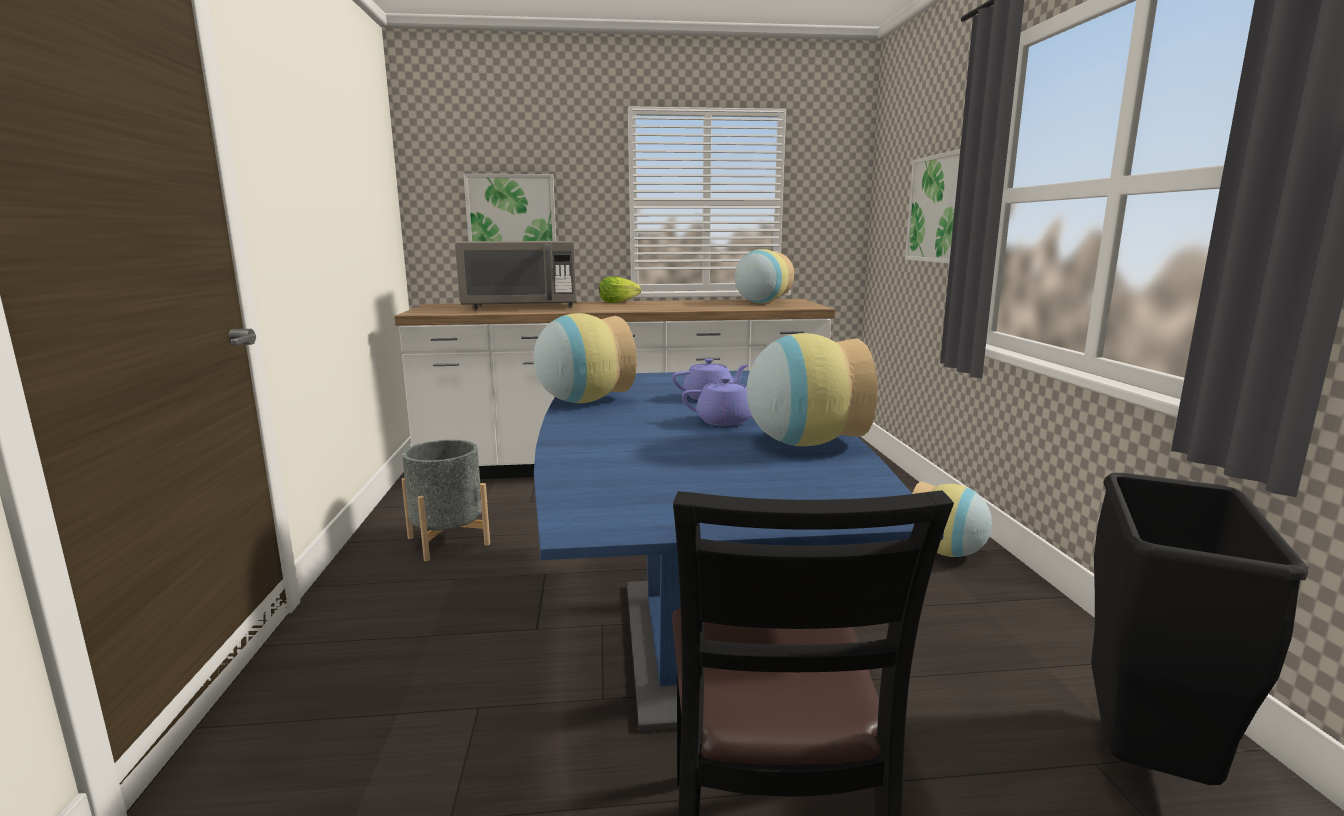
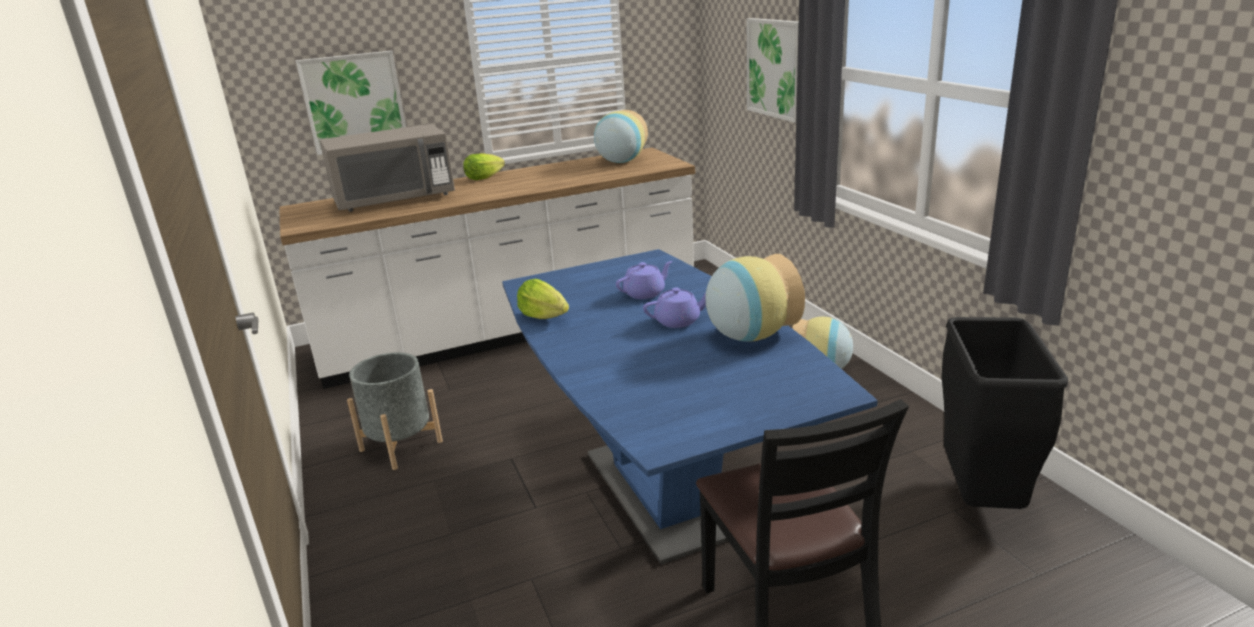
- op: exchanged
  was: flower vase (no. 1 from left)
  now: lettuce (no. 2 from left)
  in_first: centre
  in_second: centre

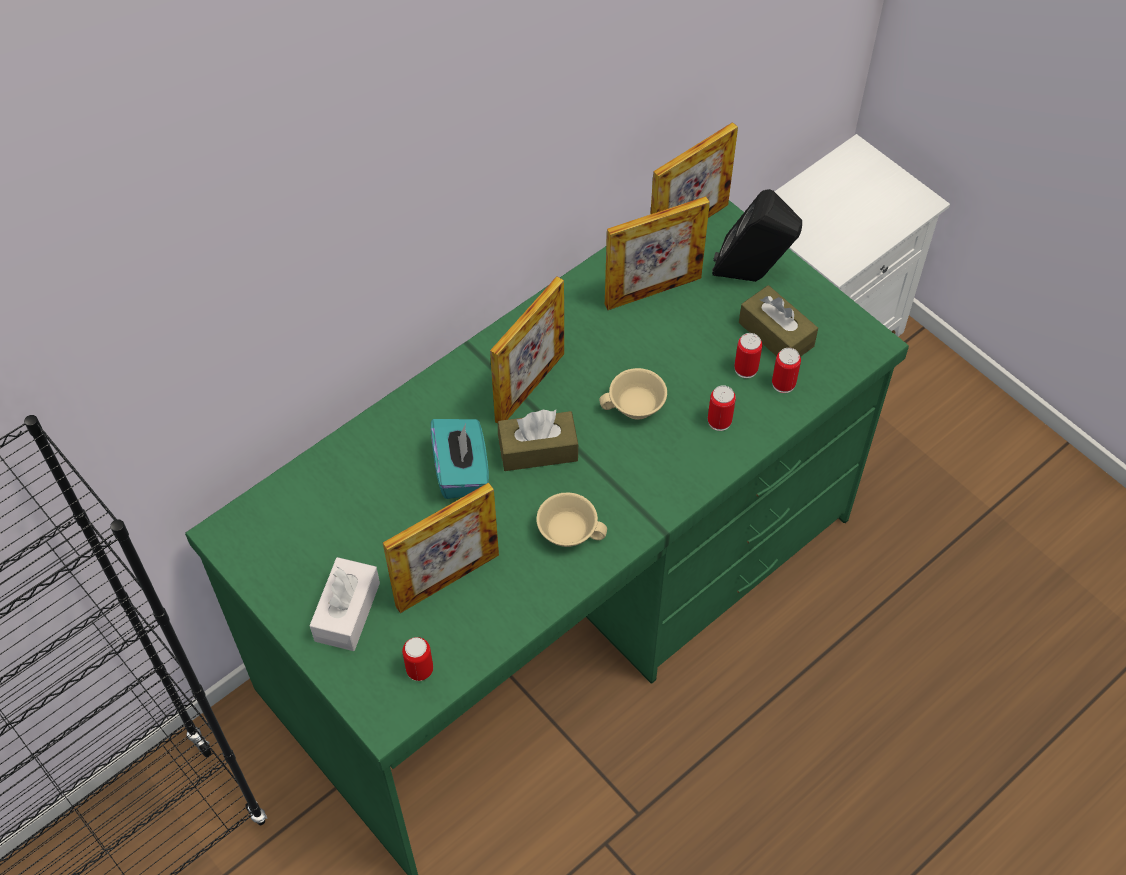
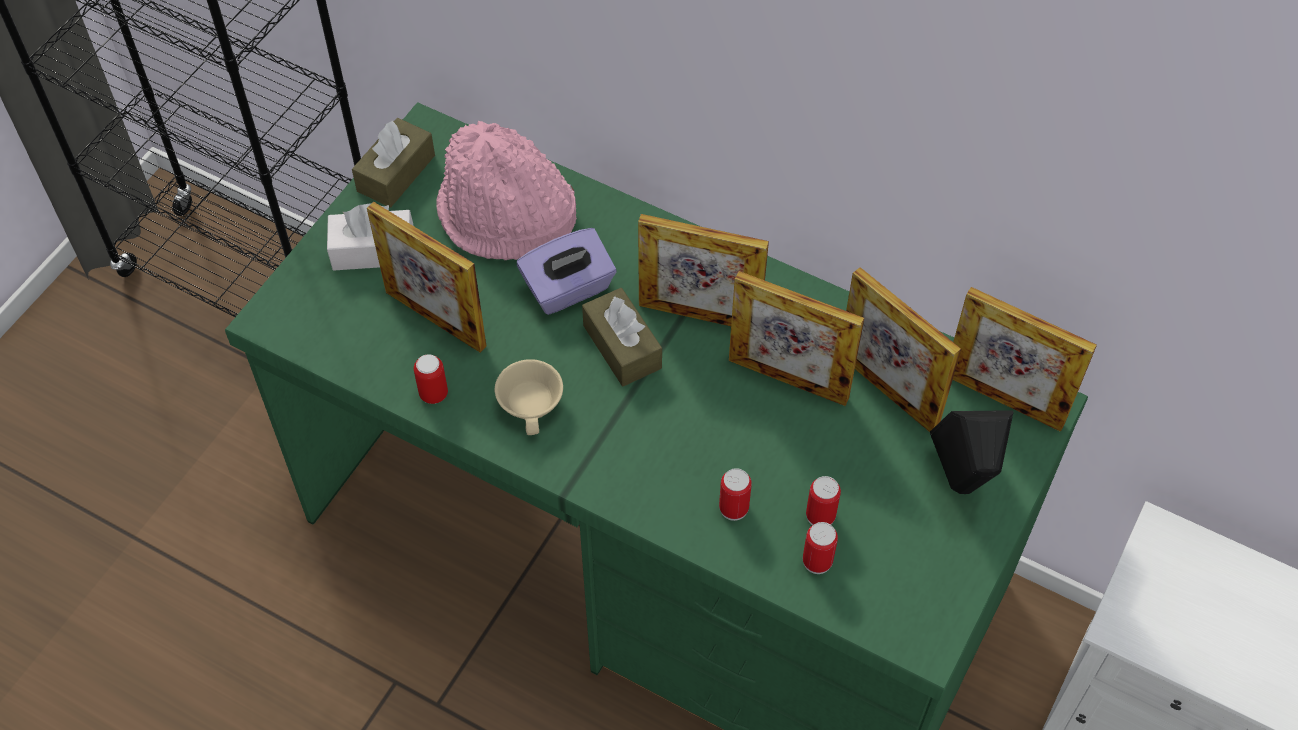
- op: relocated
  was: sealed can (no. 1 from left)
  in_first: bottom centre
  in_second: middle left
- op: colour
  was: turquoise-coloured box of tissues
  now: purple-coloured box of tissues
  in_first: centre
  in_second: centre
- op: missing
  was: beige drinking cup (no. 2 from left)
  in_first: centre
- op: relocated
  was: brownish box of tissues (no. 2 from left in the first image)
  now: brownish box of tissues (no. 1 from left)
  in_first: middle right
  in_second: top left
- op: appeared
  now: pink wearable hat
  in_second: top centre
- op: appeared
  now: photo frame (no. 3 from left)
  in_second: centre

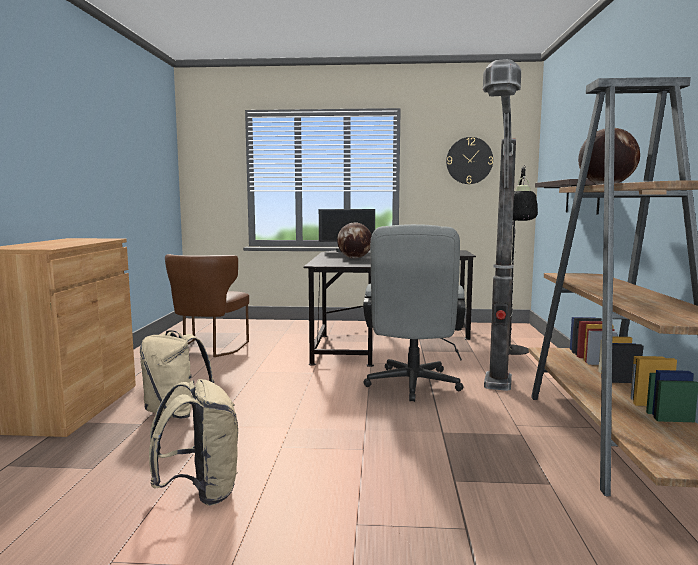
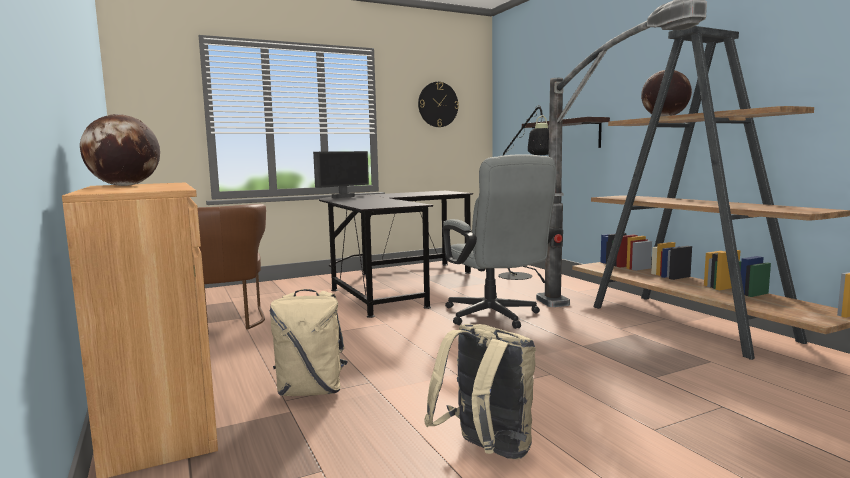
- op: relocated
  was: world globe (no. 1 from left)
  in_first: centre
  in_second: top left

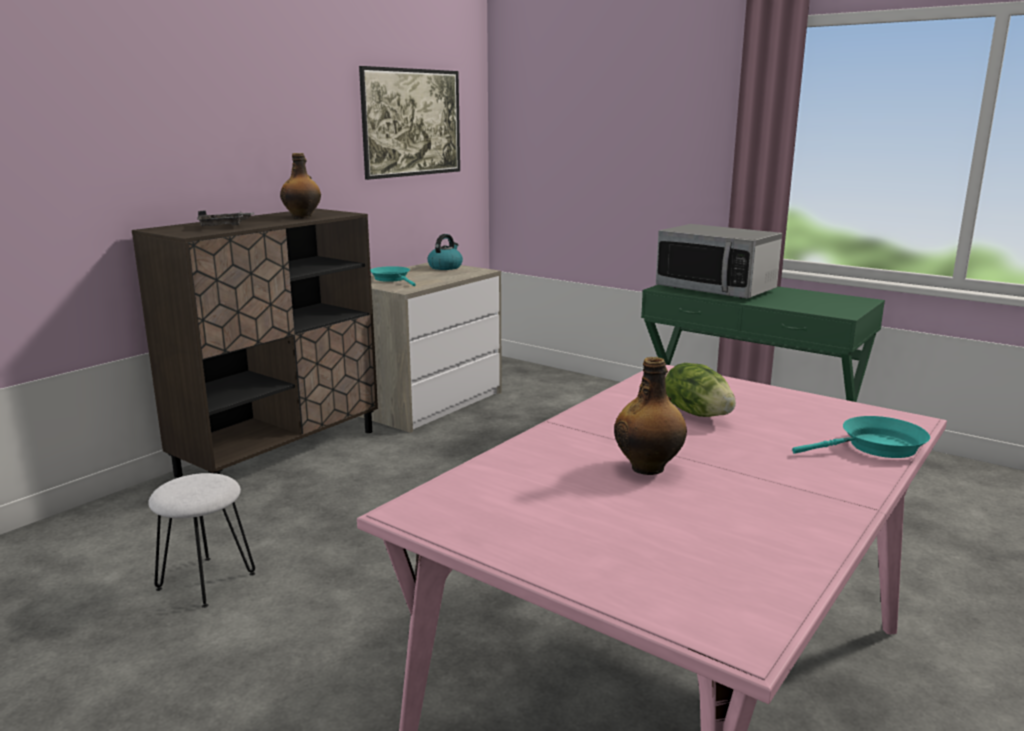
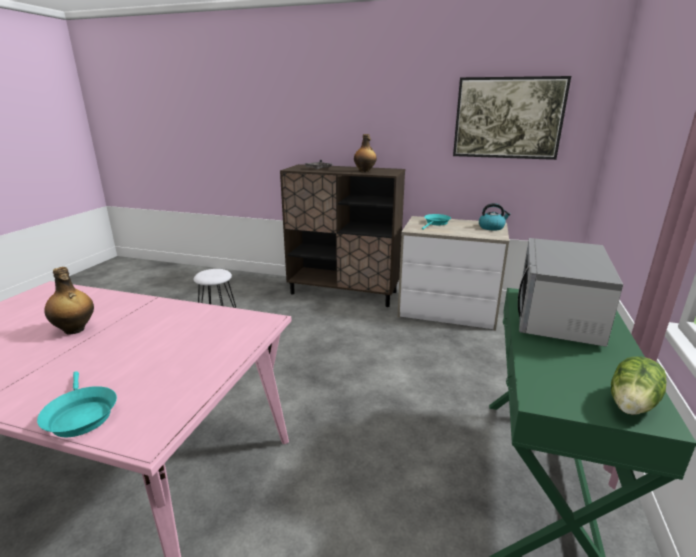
- op: relocated
  was: lettuce
  in_first: middle right
  in_second: bottom right

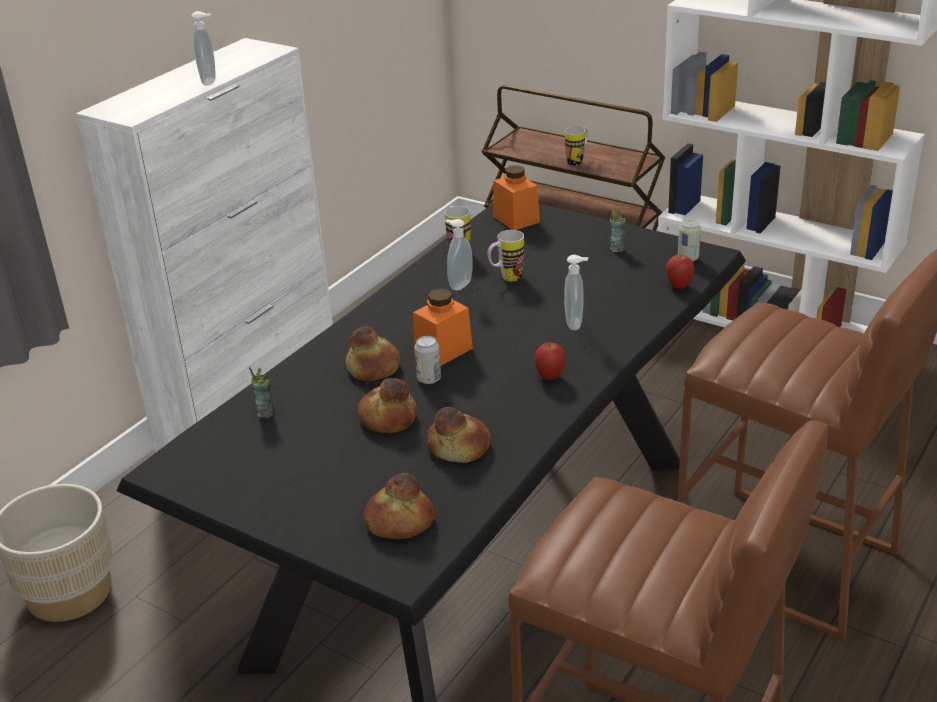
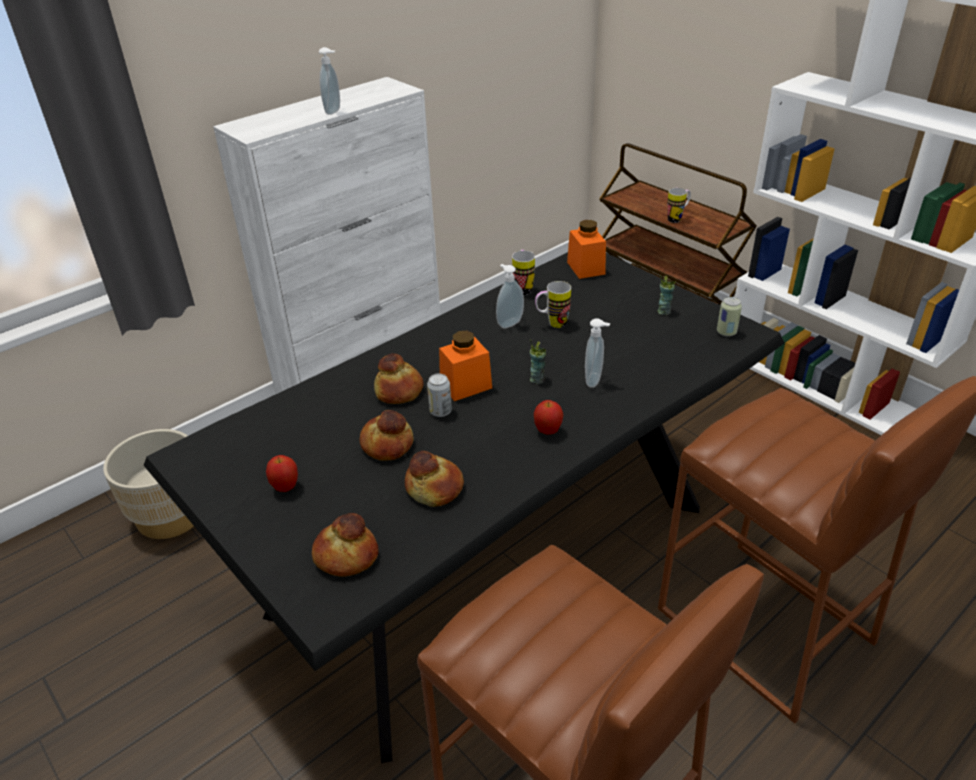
- op: relocated
  was: drinking cup (no. 1 from left)
  in_first: middle left
  in_second: centre
- op: relocated
  was: apple (no. 2 from left in the first image)
  now: apple (no. 1 from left)
  in_first: middle right
  in_second: middle left

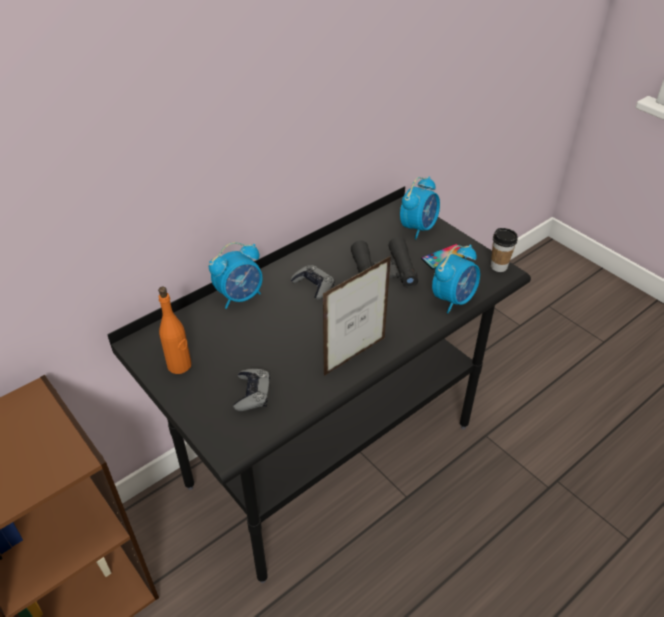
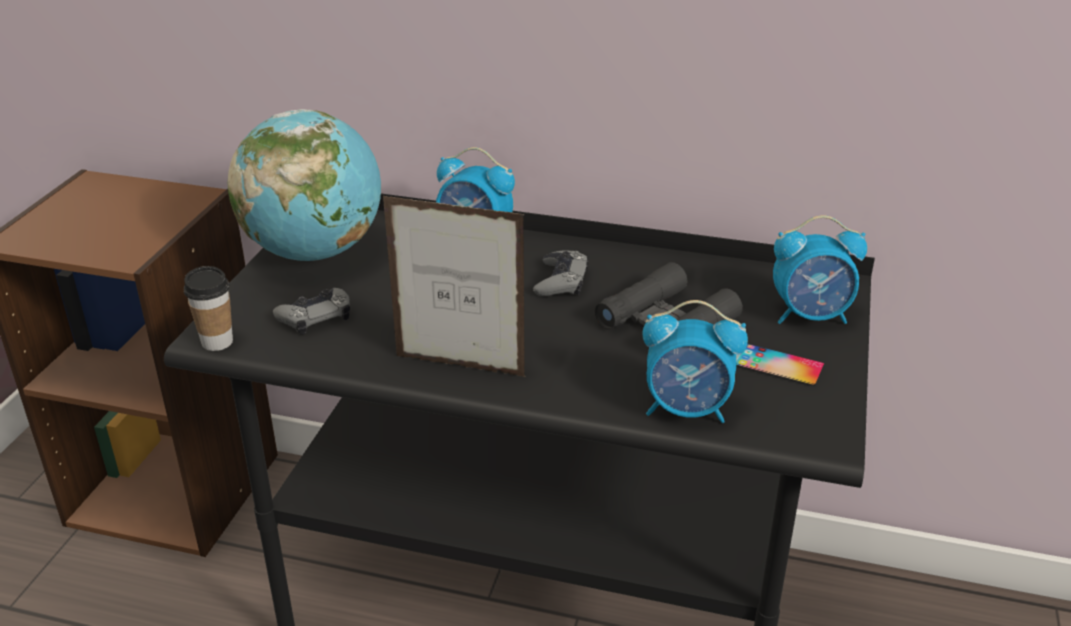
- op: exchanged
  was: orangey beverage bottle
  now: world globe
  in_first: middle left
  in_second: top left
- op: relocated
  was: drinking cup
  in_first: middle right
  in_second: middle left

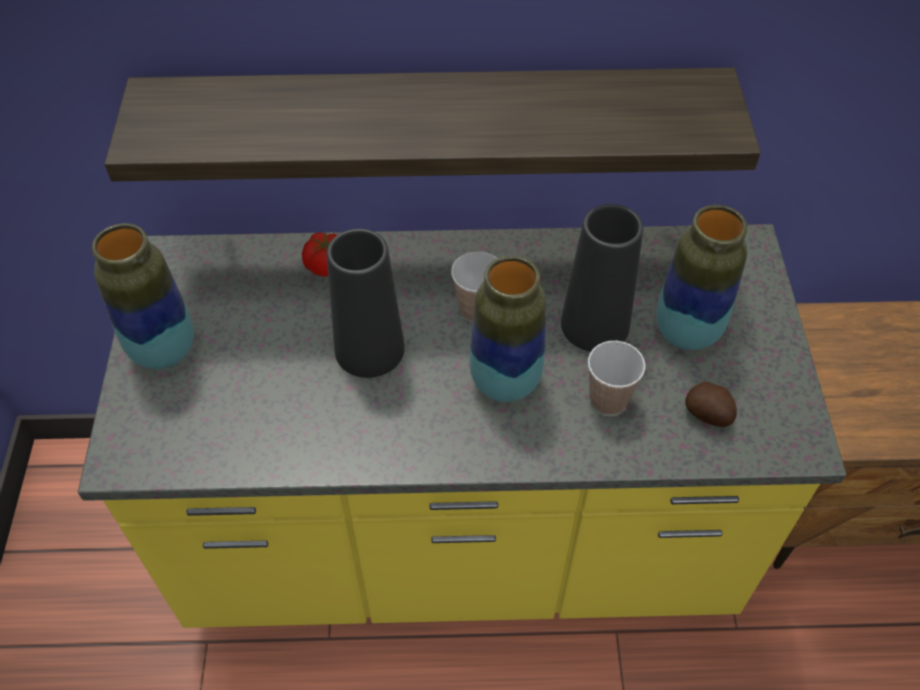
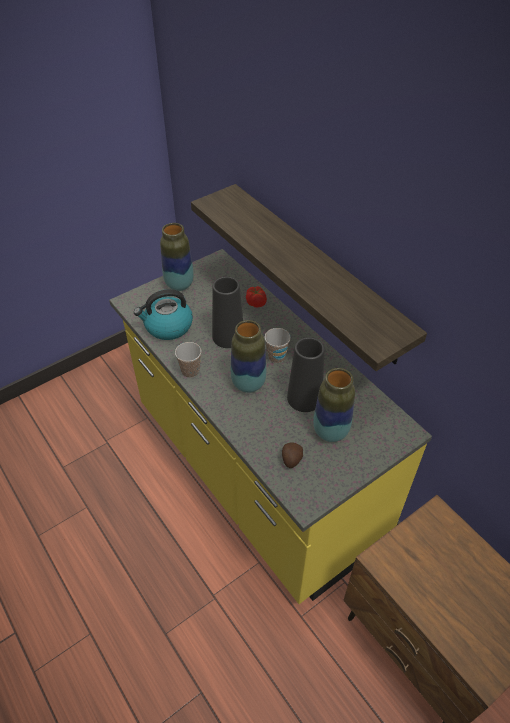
- op: relocated
  was: drinking cup (no. 2 from left in the first image)
  now: drinking cup (no. 1 from left)
  in_first: middle right
  in_second: centre
- op: appeared
  now: tea kettle
  in_second: middle left

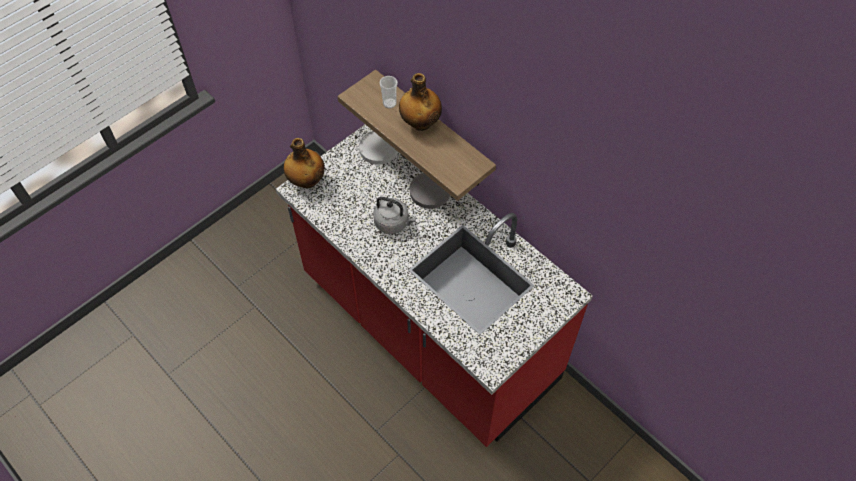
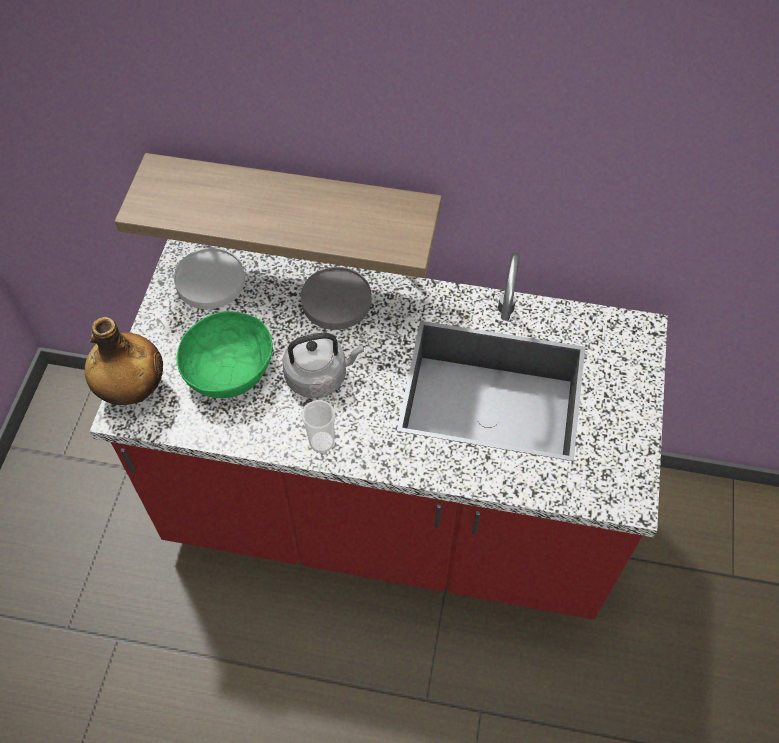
- op: relocated
  was: drinking cup
  in_first: top centre
  in_second: centre
- op: missing
  was: beverage bottle (no. 2 from left)
  in_first: top centre
- op: appeared
  now: greenish serving bowl
  in_second: middle left

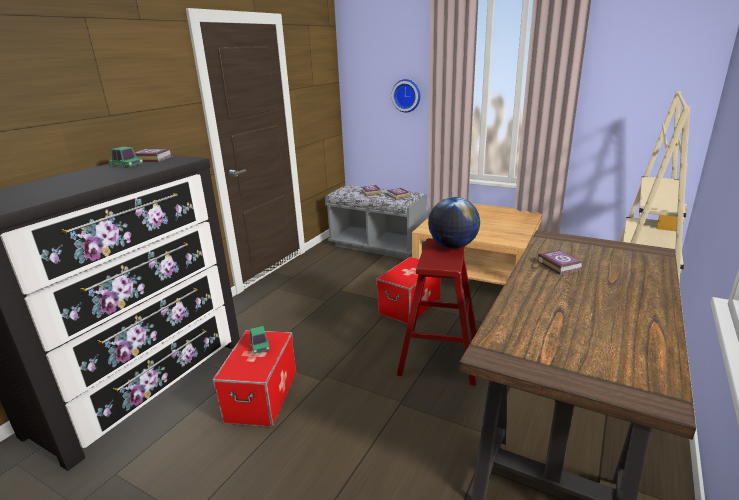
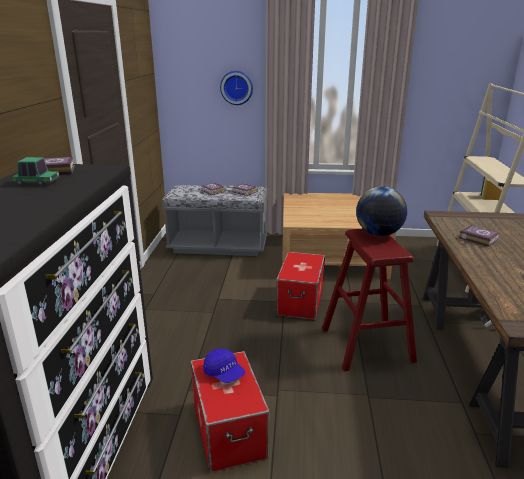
- op: exchanged
  was: model car (no. 2 from left)
  now: blue baseball cap
  in_first: bottom centre
  in_second: bottom centre

